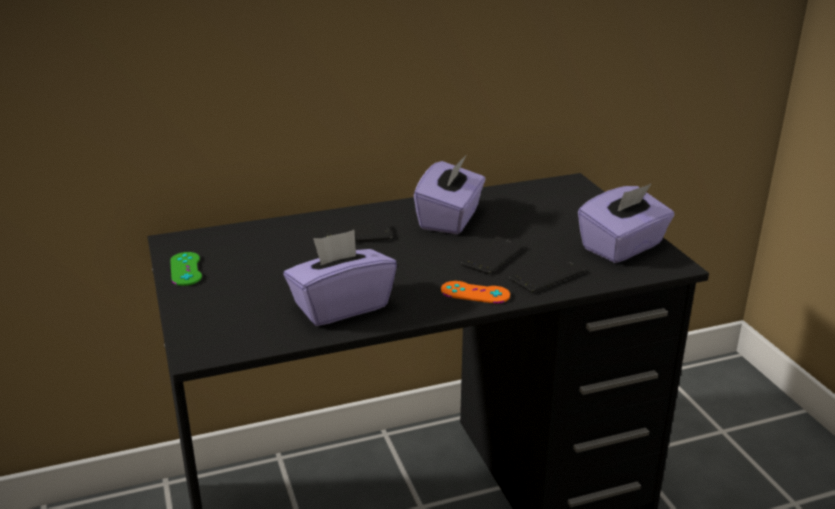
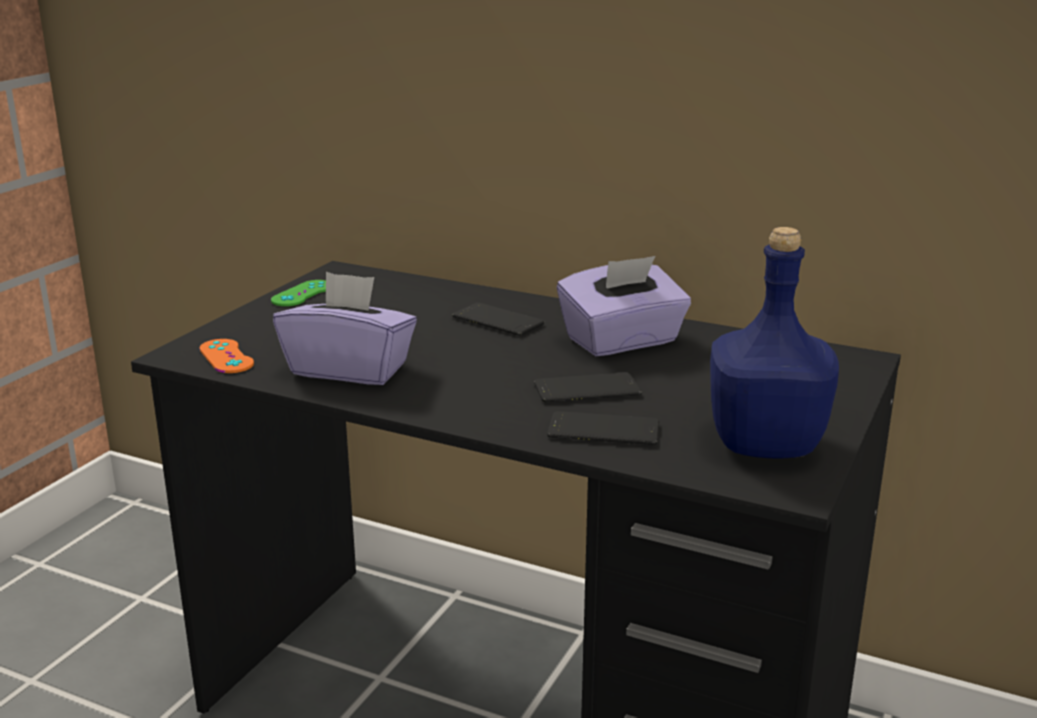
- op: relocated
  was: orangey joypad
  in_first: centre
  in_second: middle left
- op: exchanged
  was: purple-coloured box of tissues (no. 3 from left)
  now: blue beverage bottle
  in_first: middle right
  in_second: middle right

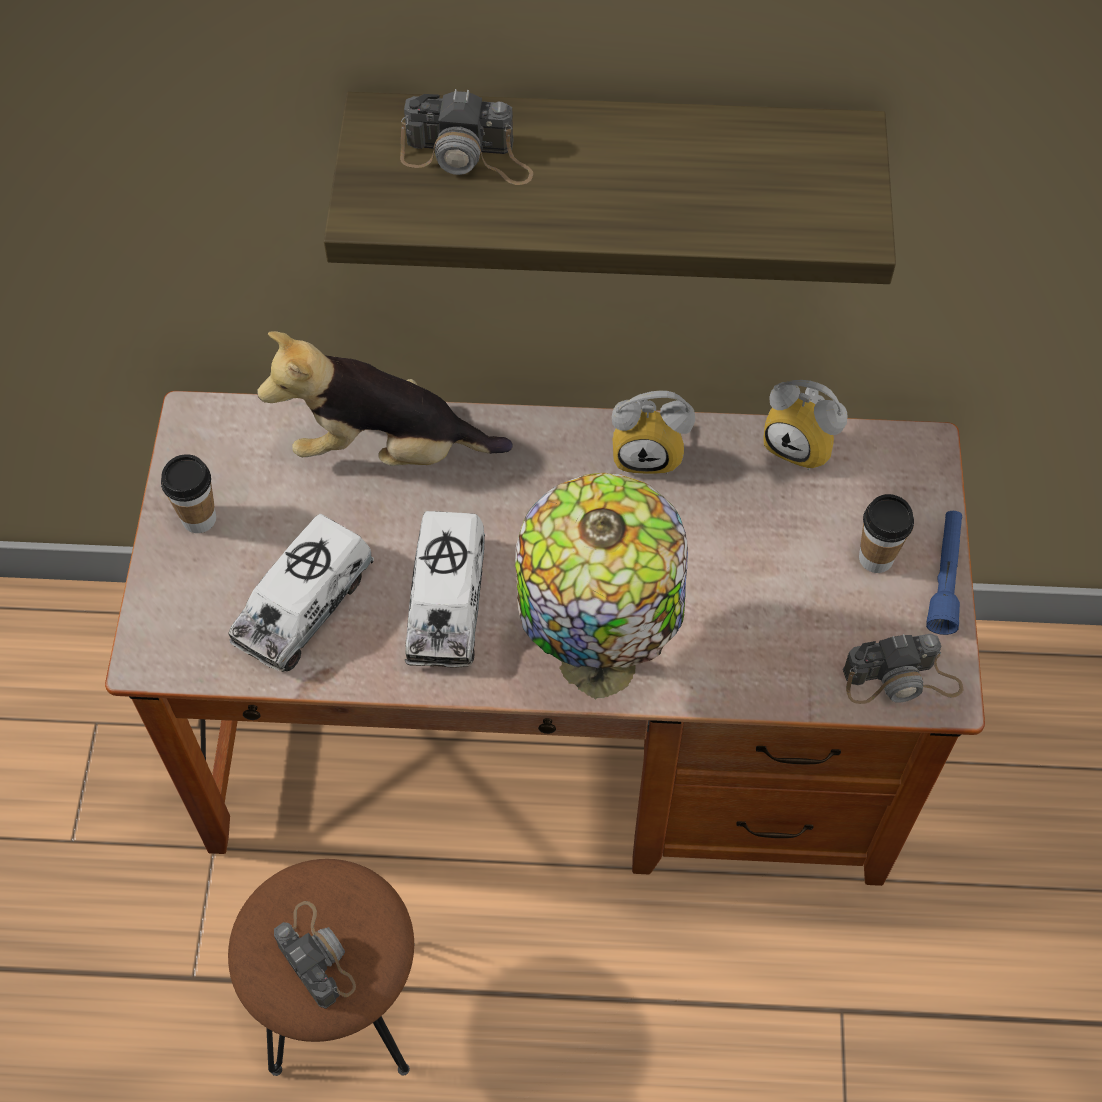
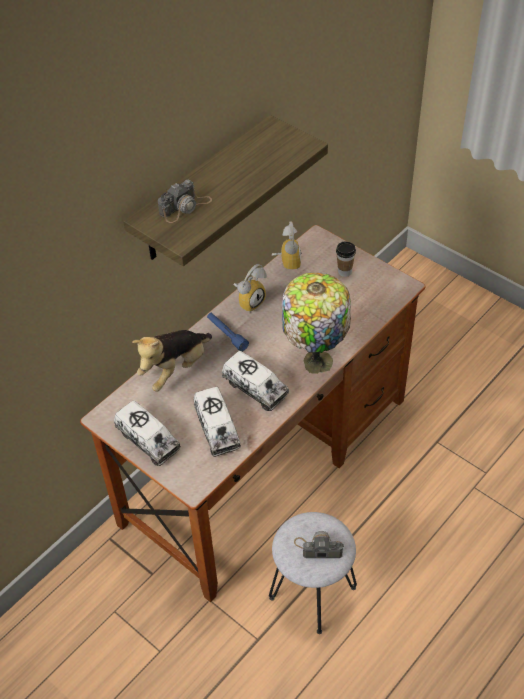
- op: exchanged
  was: drinking cup (no. 1 from left)
  now: toy lorry (no. 1 from left)
  in_first: middle left
  in_second: middle left
- op: colour
  was: brownish sitting stool
  now: greyish sitting stool
  in_first: bottom left
  in_second: bottom centre
- op: spun
  was: bedside clock (no. 2 from left)
  in_first: middle right
  in_second: centre
  clockwise: -75
- op: missing
  was: photo camera (no. 3 from left)
  in_first: middle right
- op: relocated
  was: blue flashlight
  in_first: middle right
  in_second: centre

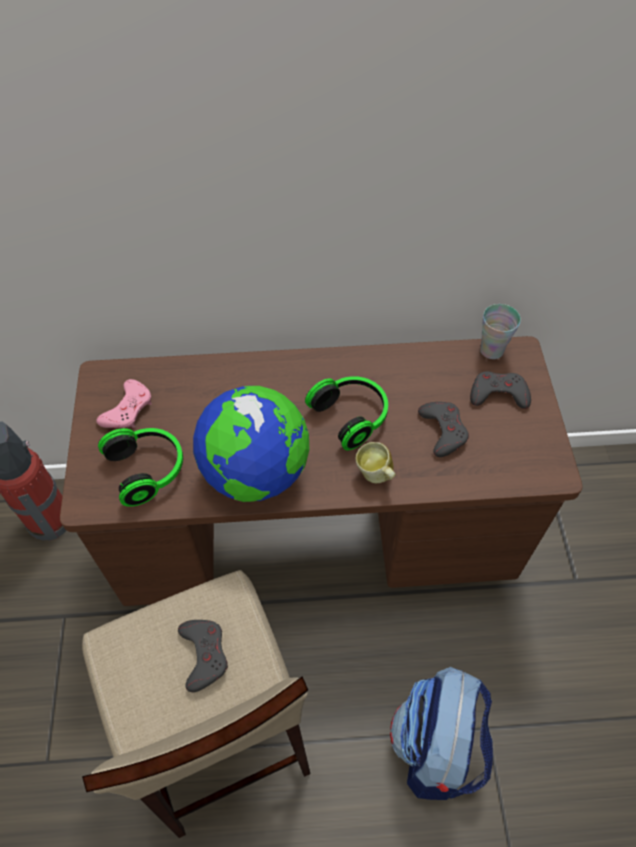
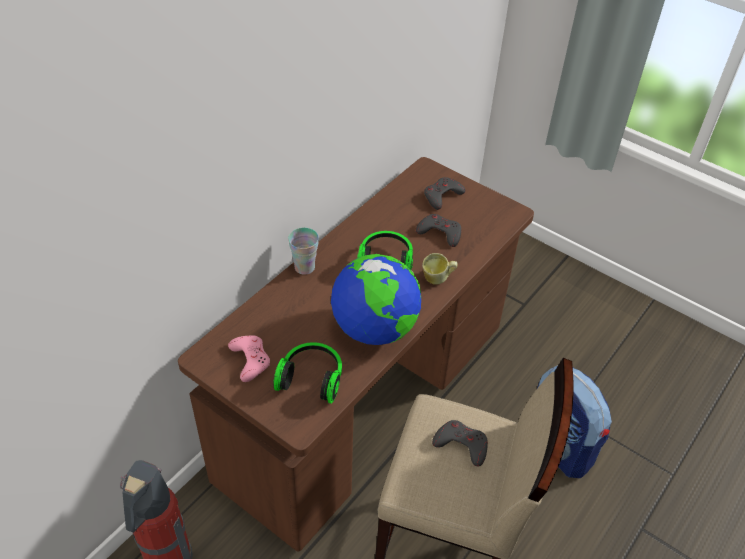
- op: relocated
  was: drinking cup
  in_first: middle right
  in_second: centre

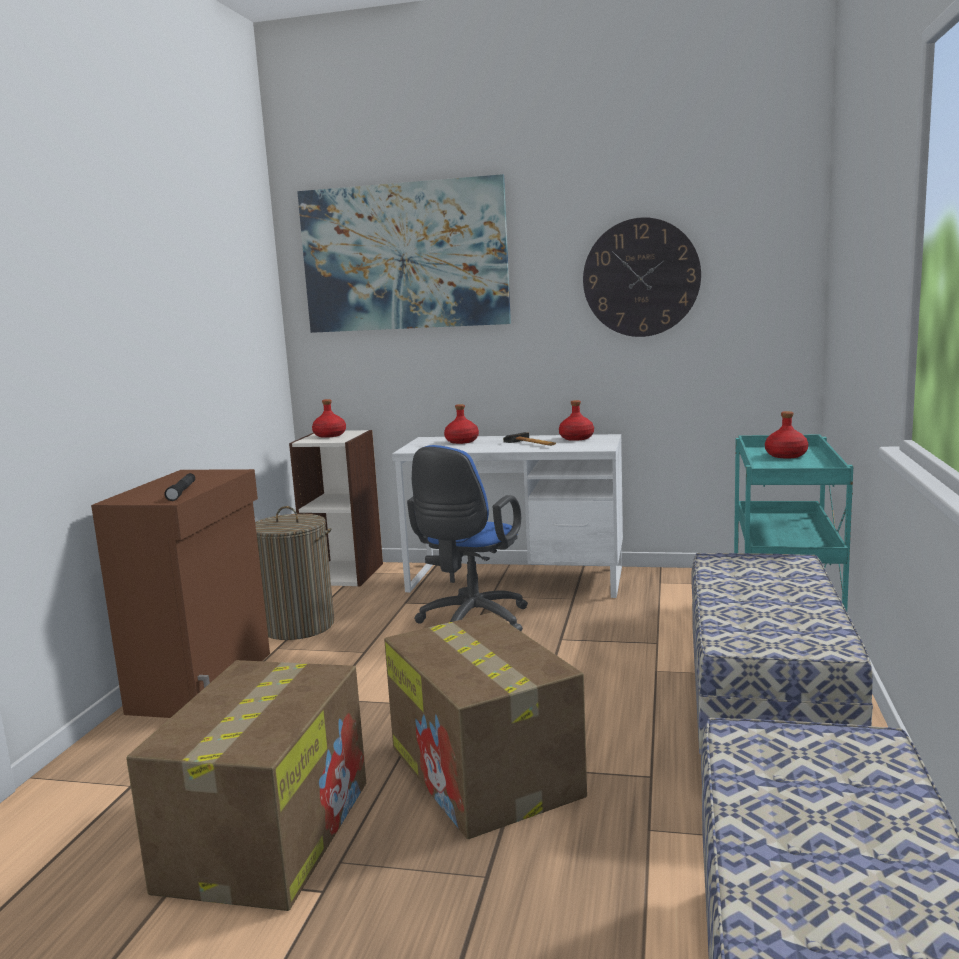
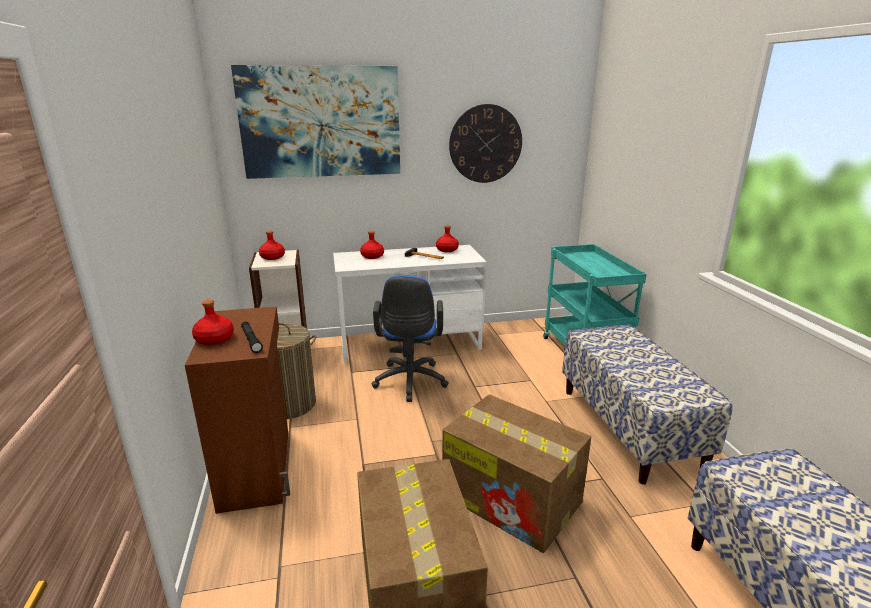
- op: relocated
  was: red beverage bottle (no. 4 from left in the first image)
  now: red beverage bottle (no. 1 from left)
  in_first: middle right
  in_second: middle left

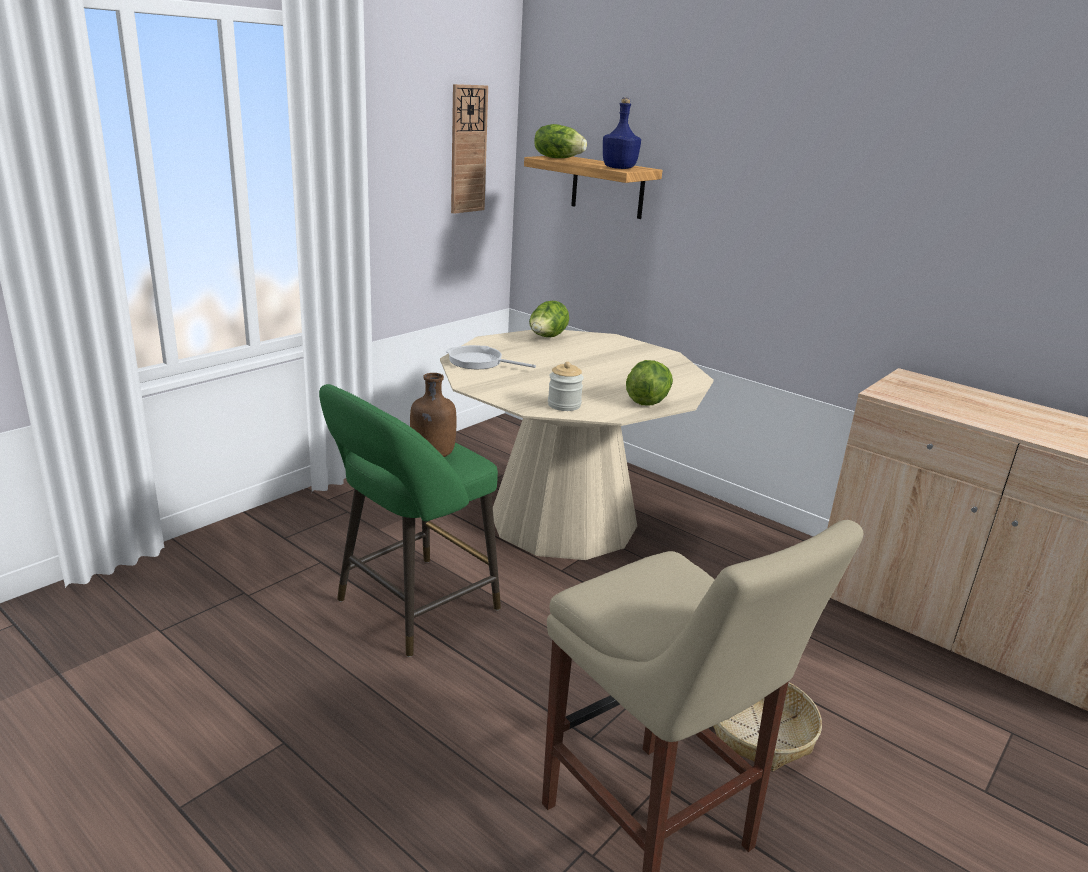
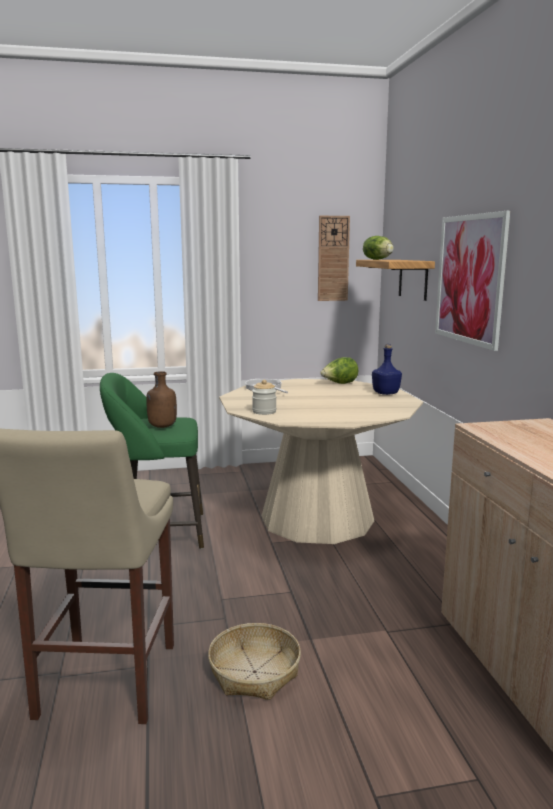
- op: relocated
  was: blue beverage bottle
  in_first: top centre
  in_second: middle right
- op: missing
  was: lettuce (no. 3 from left)
  in_first: centre
- op: appeared
  now: wall picture
  in_second: middle right

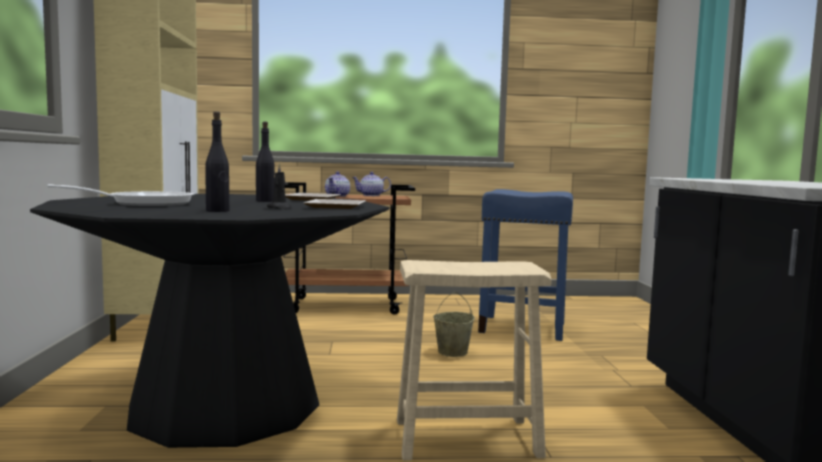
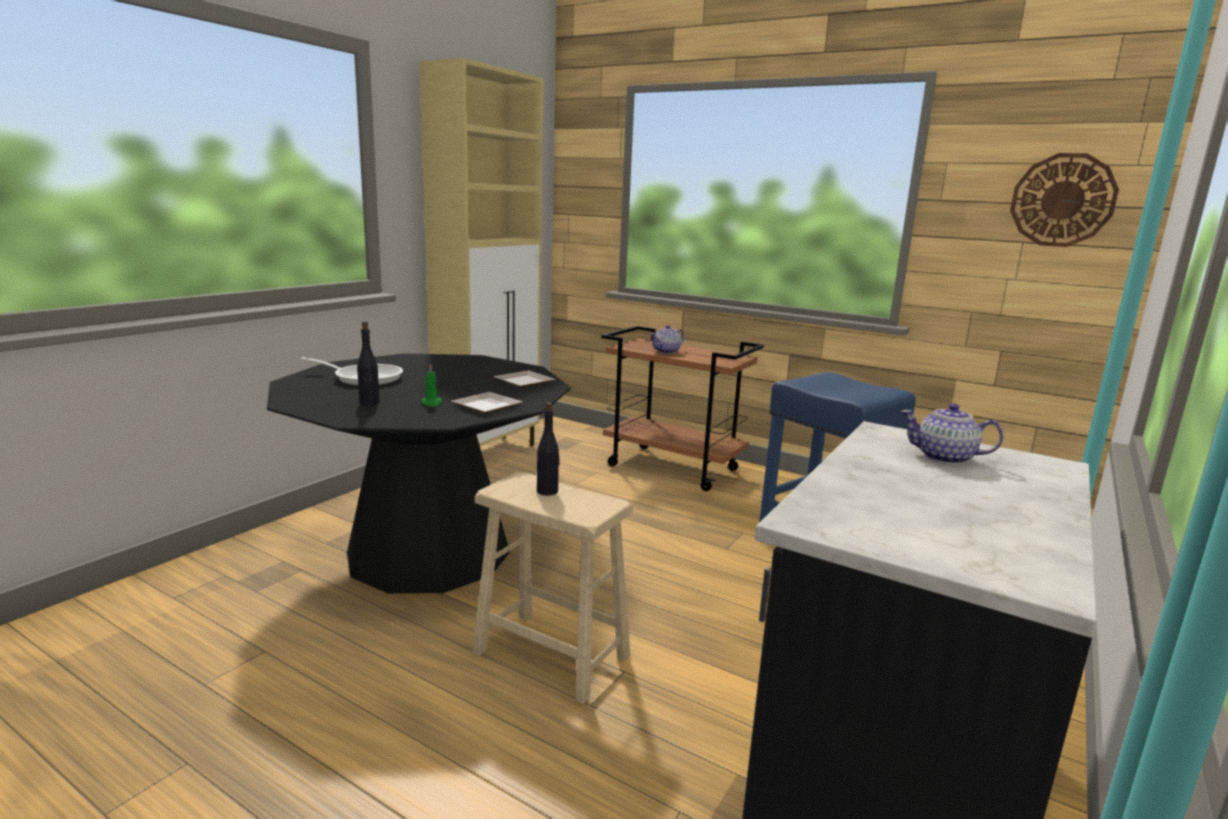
- op: relocated
  was: black beverage bottle (no. 2 from left)
  in_first: middle left
  in_second: centre
- op: colour
  was: black wax light
  now: greenish wax light
  in_first: centre
  in_second: centre
- op: relocated
  was: tea pot (no. 2 from left)
  in_first: centre
  in_second: middle right
- op: missing
  was: beige pail
  in_first: bottom centre
- op: appeared
  now: wall clock
  in_second: top right

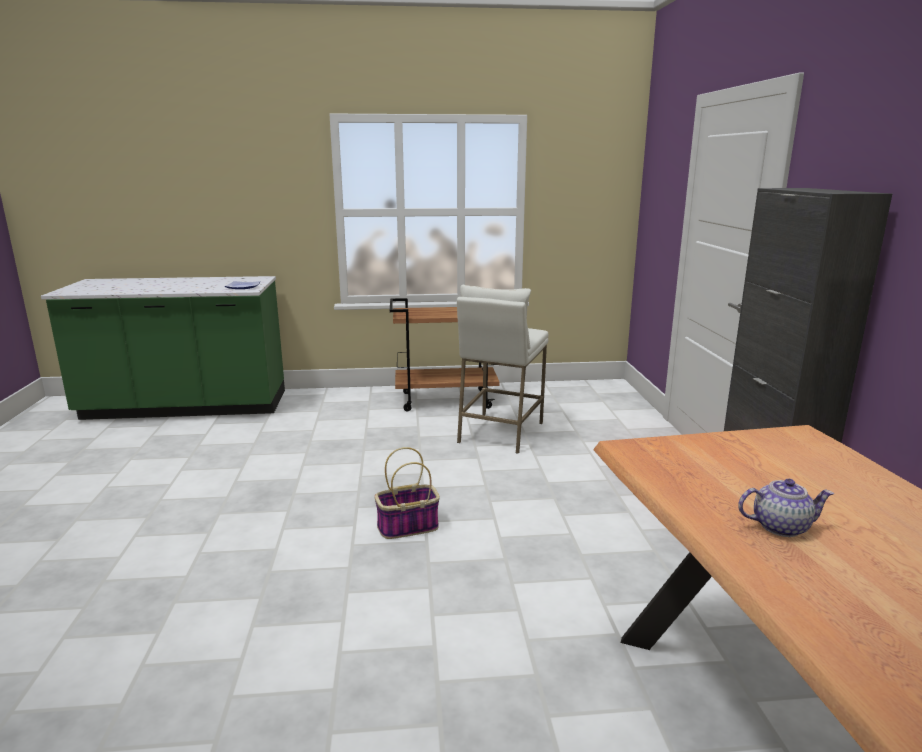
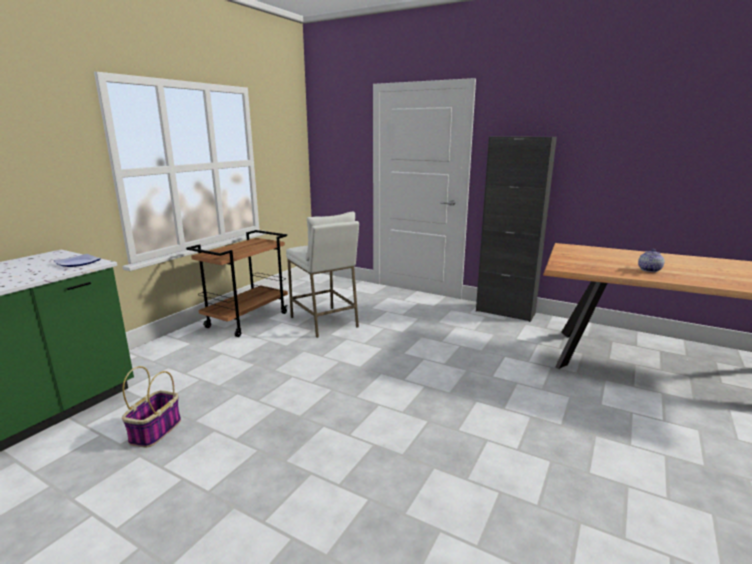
- op: relocated
  was: household basket
  in_first: centre
  in_second: bottom left

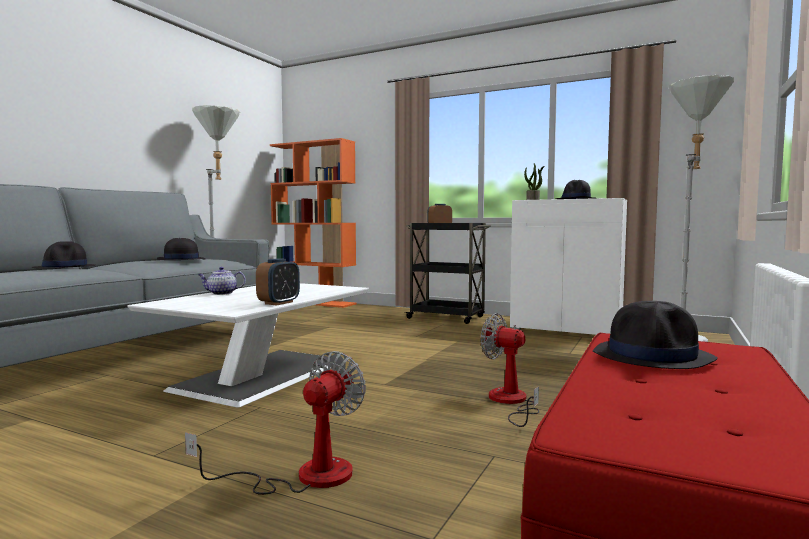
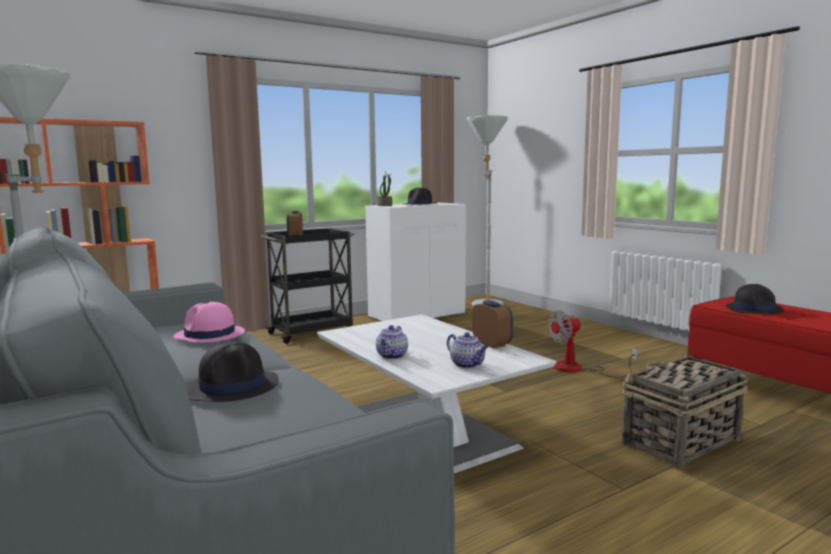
- op: colour
  was: black wearable hat (no. 2 from left)
  now: pink wearable hat
  in_first: middle left
  in_second: middle left
- op: exchanged
  was: cooling fan (no. 1 from left)
  now: household basket
  in_first: bottom centre
  in_second: bottom right
- op: appeared
  now: tea pot (no. 2 from left)
  in_second: centre

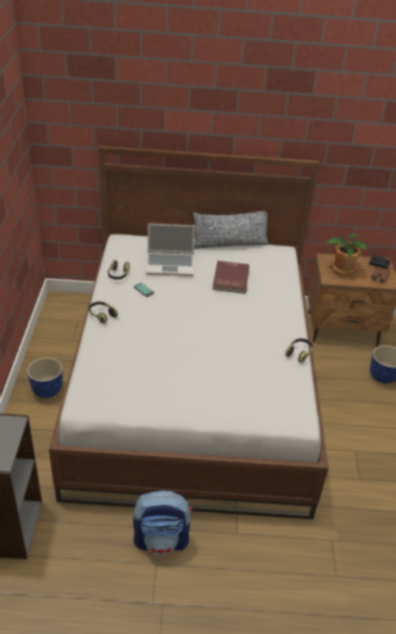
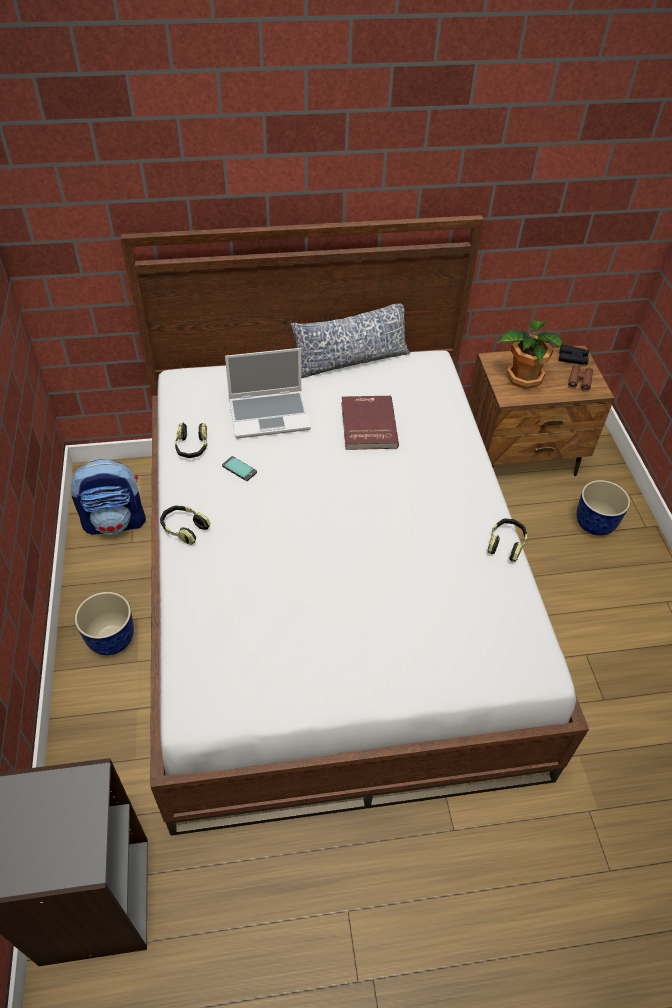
- op: relocated
  was: rucksack
  in_first: bottom centre
  in_second: middle left

